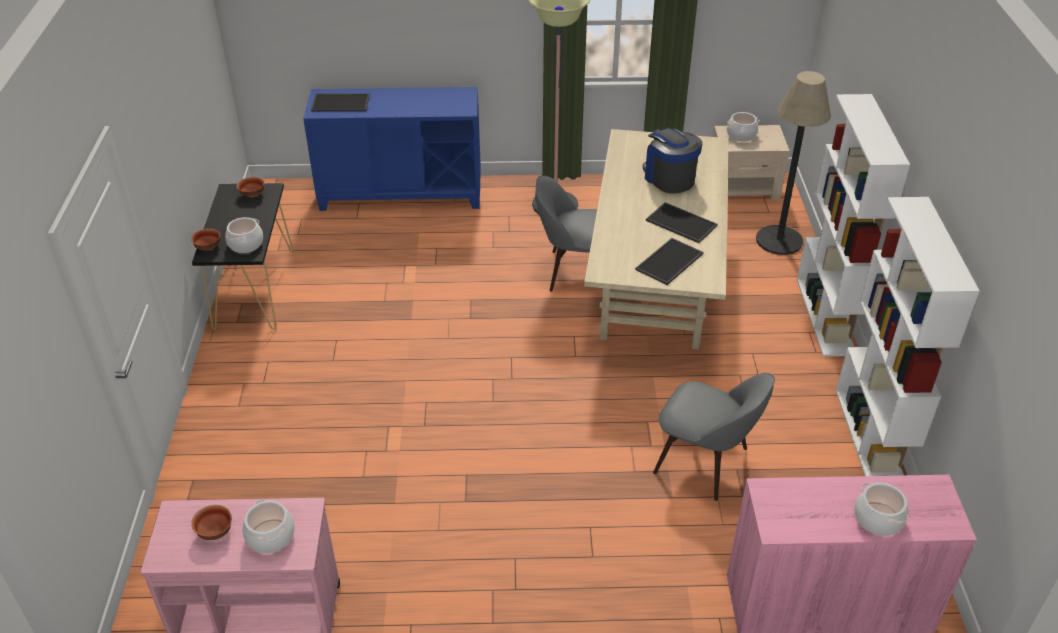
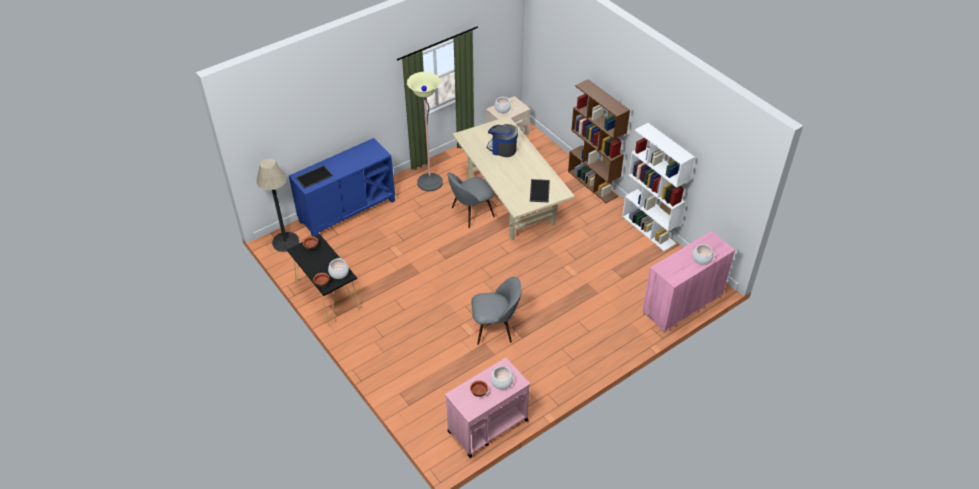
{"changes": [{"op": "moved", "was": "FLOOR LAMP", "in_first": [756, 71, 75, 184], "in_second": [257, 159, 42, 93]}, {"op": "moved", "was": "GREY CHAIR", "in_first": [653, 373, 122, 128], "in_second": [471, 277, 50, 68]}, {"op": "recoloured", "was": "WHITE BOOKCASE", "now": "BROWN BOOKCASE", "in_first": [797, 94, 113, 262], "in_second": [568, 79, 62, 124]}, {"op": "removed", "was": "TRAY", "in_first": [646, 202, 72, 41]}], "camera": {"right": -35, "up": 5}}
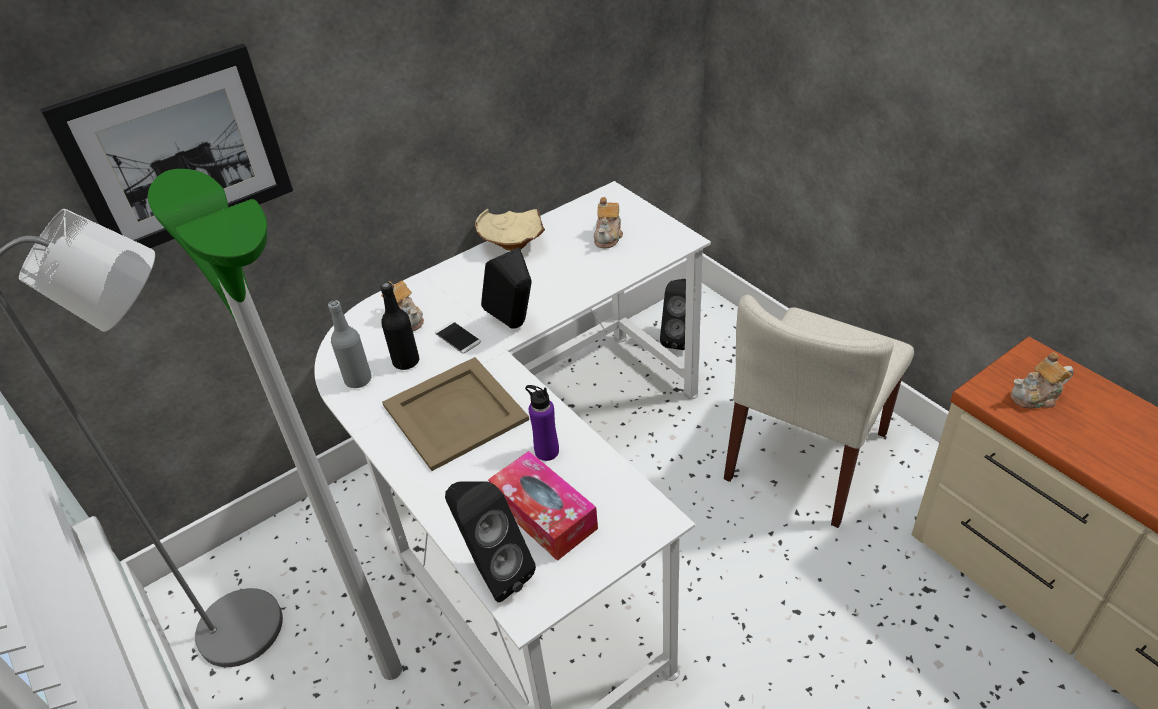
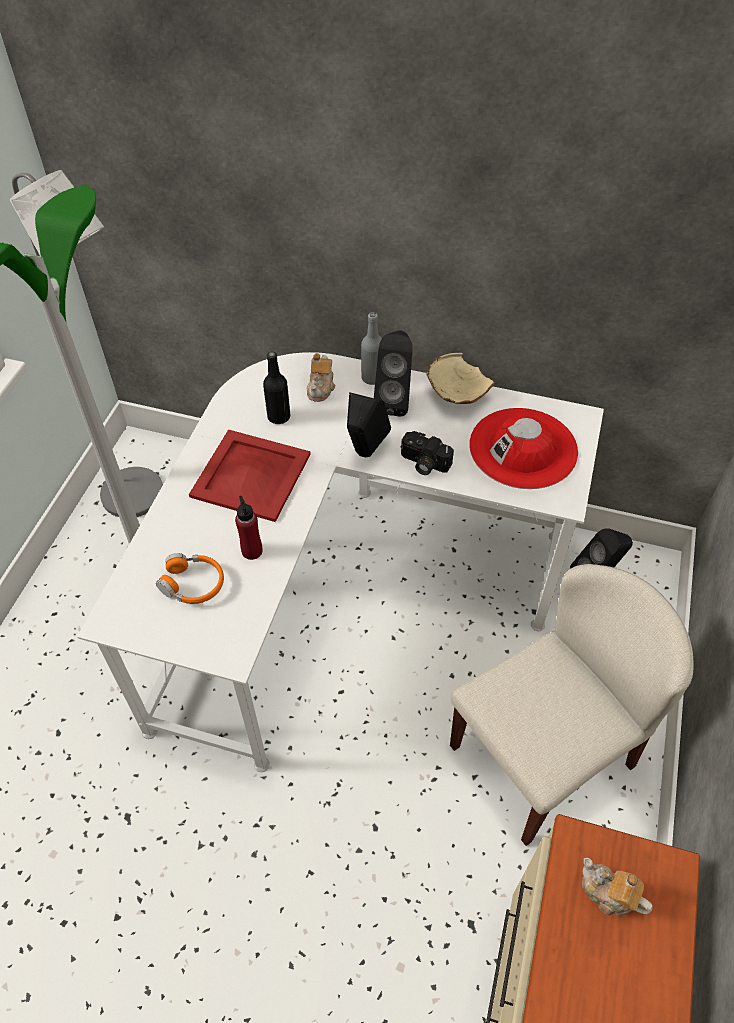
{"changes": [{"op": "replaced", "was": "TISSUE BOX", "now": "ORANGE HEADPHONES", "in_first": [488, 451, 110, 110], "in_second": [156, 553, 68, 51]}, {"op": "recoloured", "was": "BEIGE TRAY", "now": "RED TRAY", "in_first": [382, 357, 147, 114], "in_second": [189, 429, 122, 93]}, {"op": "recoloured", "was": "PURPLE BOTTLE", "now": "RED BOTTLE", "in_first": [525, 385, 34, 76], "in_second": [235, 496, 28, 64]}, {"op": "moved", "was": "GREY BOTTLE", "in_first": [328, 300, 44, 88], "in_second": [361, 312, 21, 73]}, {"op": "moved", "was": "BLACK SPEAKER", "in_first": [445, 481, 91, 121], "in_second": [374, 330, 39, 87]}, {"op": "added", "now": "PHOTO CAMERA", "in_second": [401, 431, 53, 44]}, {"op": "turned", "was": "BEIGE CHAIR", "in_first": [724, 295, 190, 233], "in_second": [450, 564, 244, 282], "clockwise": 150}, {"op": "replaced", "was": "TEAPOT", "now": "RED HAT", "in_first": [594, 197, 29, 51], "in_second": [469, 408, 109, 81]}, {"op": "removed", "was": "PICTURE", "in_first": [40, 44, 253, 204]}, {"op": "removed", "was": "PHONE", "in_first": [435, 321, 46, 33]}], "camera": {"right": 50, "up": 10}}
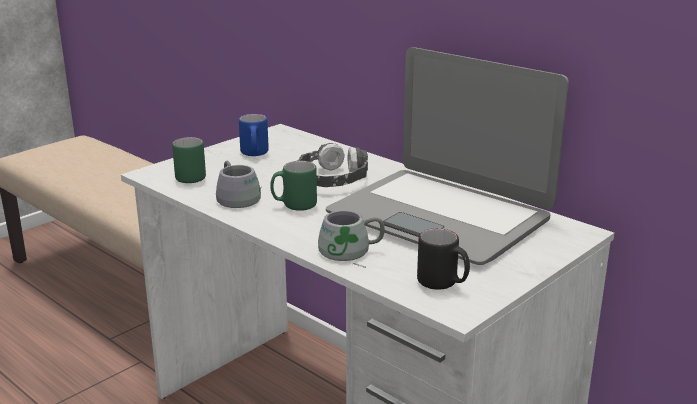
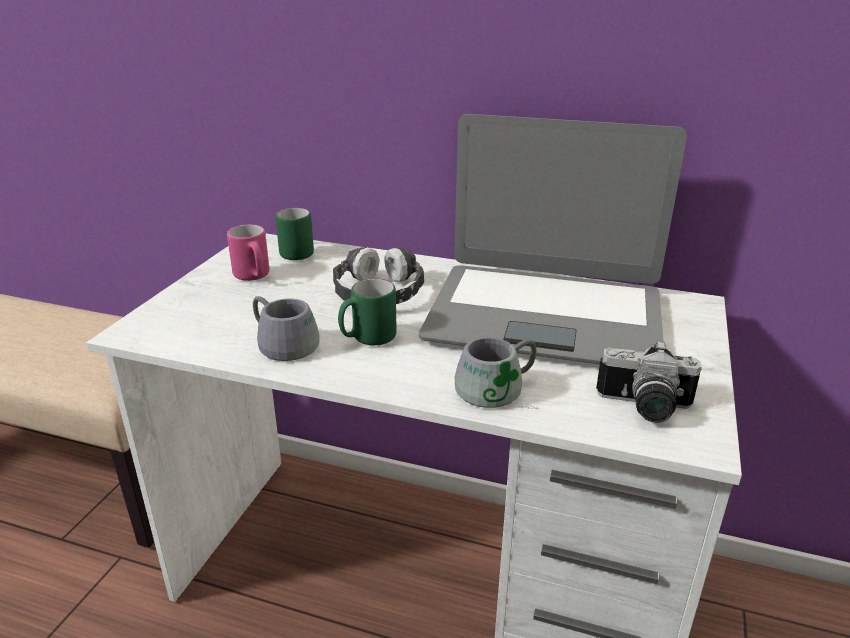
{"changes": [{"op": "recoloured", "was": "BLUE MUG", "now": "PINK MUG", "in_first": [239, 114, 30, 42], "in_second": [227, 225, 43, 56]}, {"op": "moved", "was": "GREEN MUG", "in_first": [172, 137, 34, 46], "in_second": [275, 208, 39, 52]}, {"op": "replaced", "was": "BLACK MUG", "now": "PHOTO CAMERA", "in_first": [417, 228, 53, 62], "in_second": [596, 340, 106, 83]}], "camera": {"right": -25, "up": 5}}
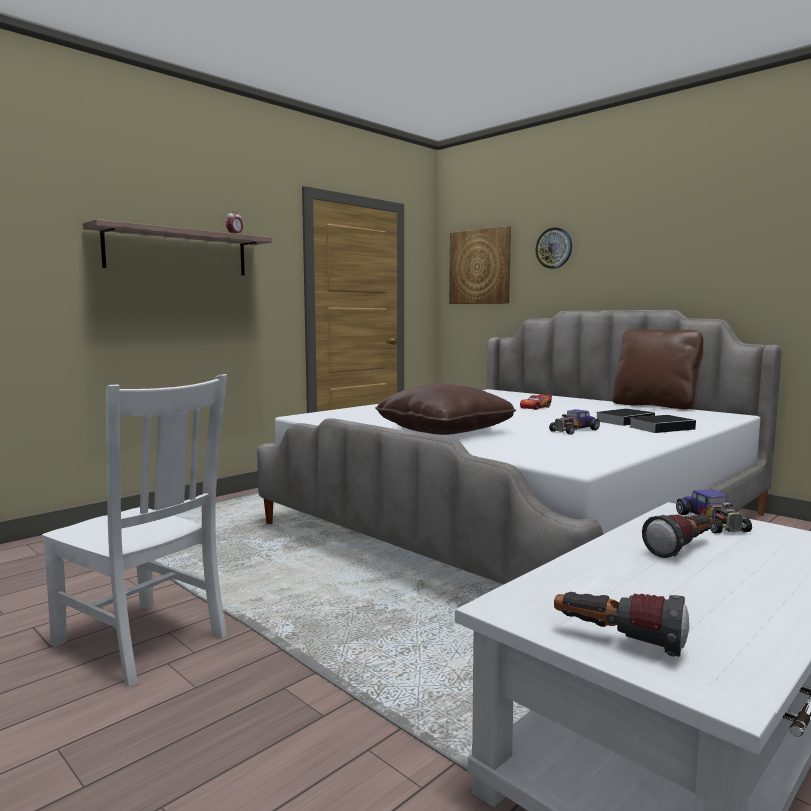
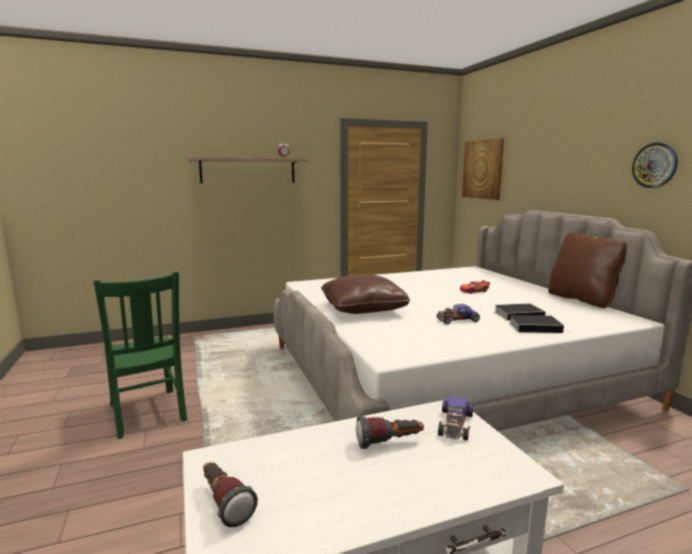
{"changes": [{"op": "recoloured", "was": "WHITE CHAIR", "now": "GREEN CHAIR", "in_first": [42, 374, 185, 313], "in_second": [94, 271, 93, 168]}, {"op": "moved", "was": "WALL CLOCK", "in_first": [535, 227, 37, 42], "in_second": [632, 142, 46, 46]}], "camera": {"right": 25, "up": 5}}
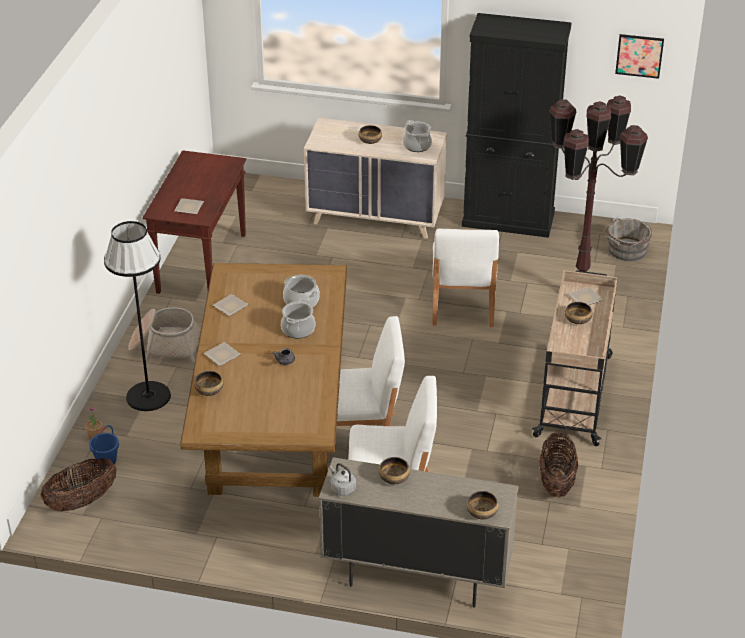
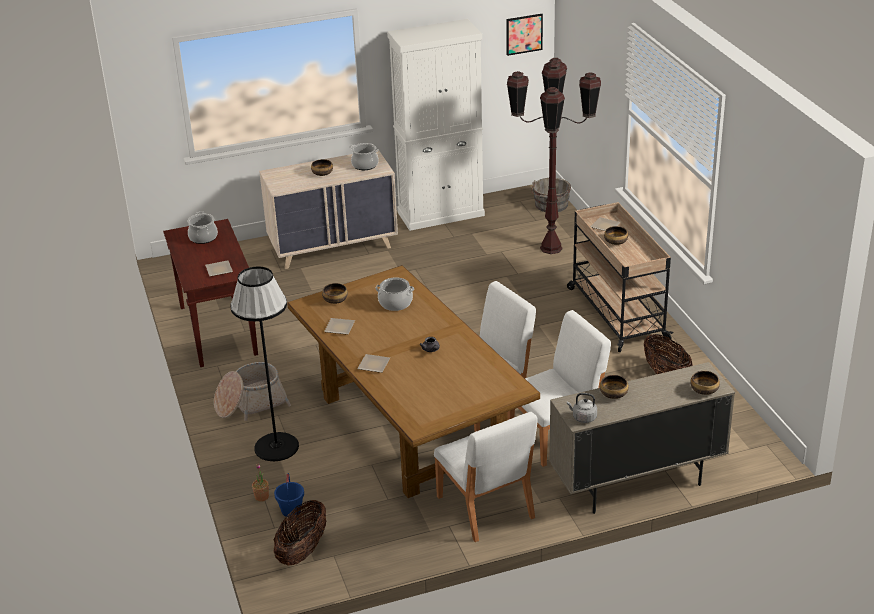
{"changes": [{"op": "moved", "was": "COOKING POT", "in_first": [281, 299, 35, 39], "in_second": [188, 211, 30, 33]}, {"op": "moved", "was": "BOWL", "in_first": [194, 371, 29, 25], "in_second": [322, 283, 26, 21]}, {"op": "recoloured", "was": "BLACK CABINET", "now": "WHITE CABINET", "in_first": [462, 13, 109, 225], "in_second": [387, 19, 98, 212]}, {"op": "moved", "was": "WHITE CHAIR", "in_first": [432, 229, 67, 98], "in_second": [434, 412, 104, 130]}], "camera": {"right": -30, "up": -5}}
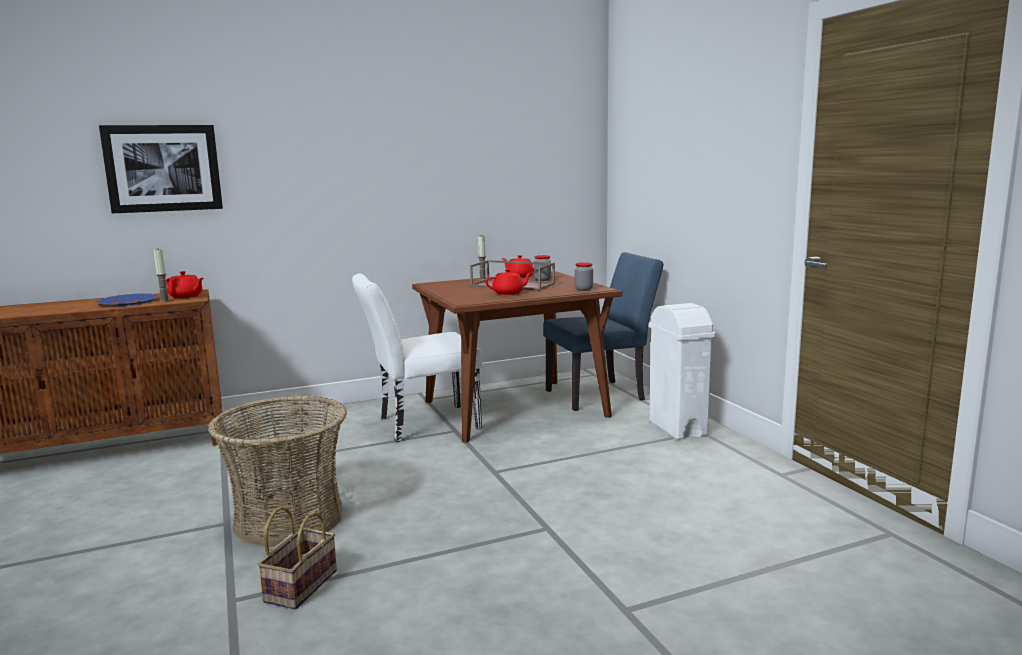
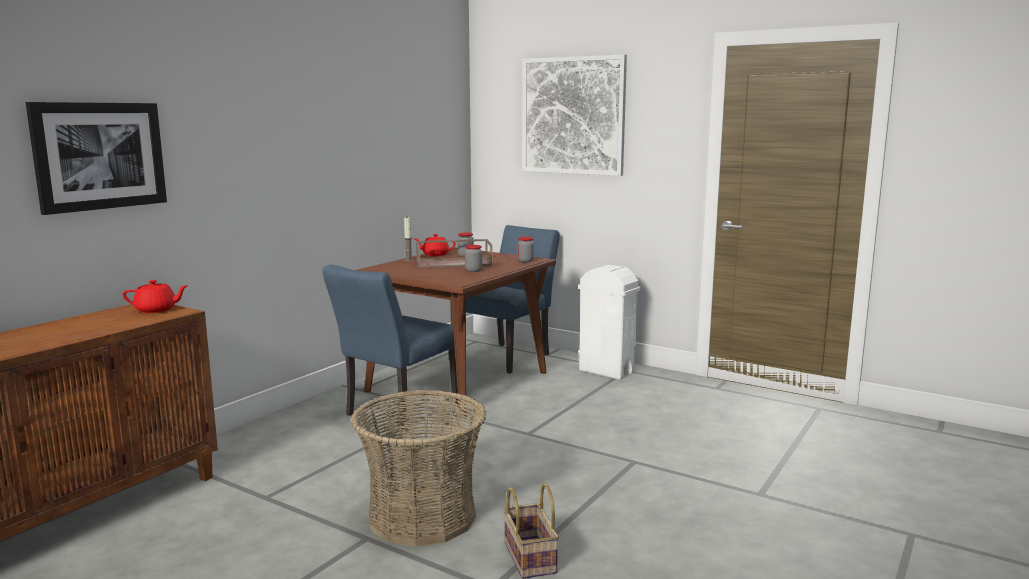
{"changes": [{"op": "recoloured", "was": "WHITE CHAIR", "now": "BLUE CHAIR", "in_first": [352, 274, 130, 168], "in_second": [322, 265, 137, 165]}, {"op": "replaced", "was": "RED TEAPOT", "now": "JAR", "in_first": [485, 269, 48, 26], "in_second": [465, 245, 17, 27]}, {"op": "added", "now": "PICTURE", "in_second": [522, 54, 105, 122]}, {"op": "removed", "was": "BLUE PLATE", "in_first": [95, 293, 64, 14]}, {"op": "removed", "was": "CANDLE", "in_first": [153, 249, 17, 53]}], "camera": {"right": -35, "up": 0}}
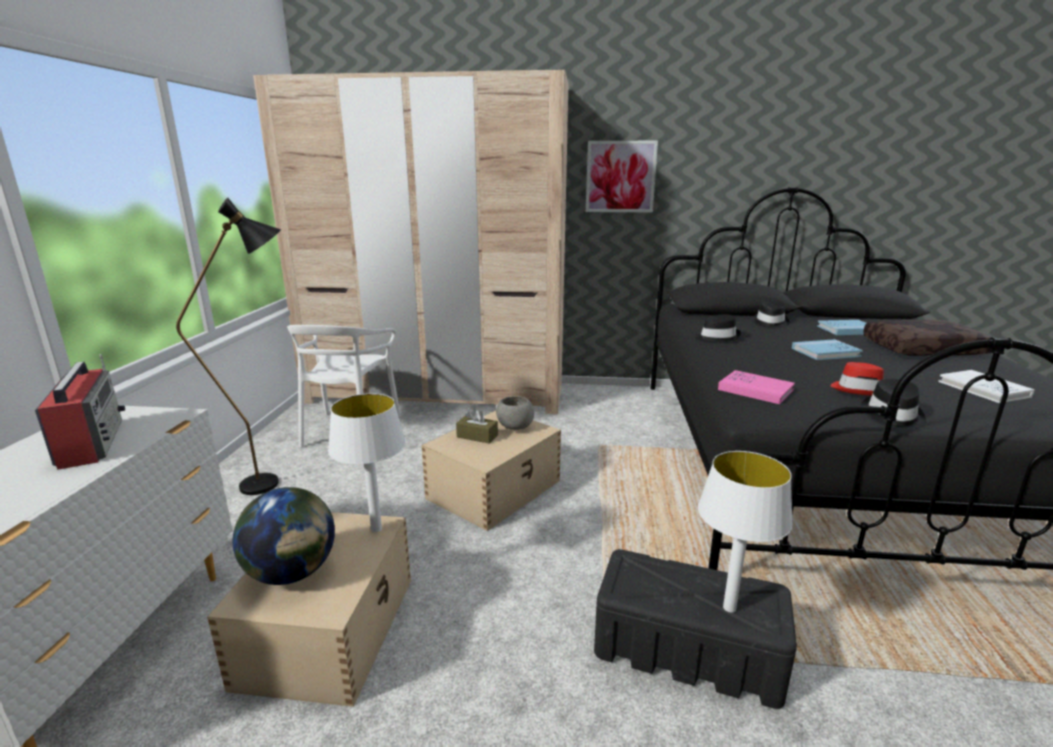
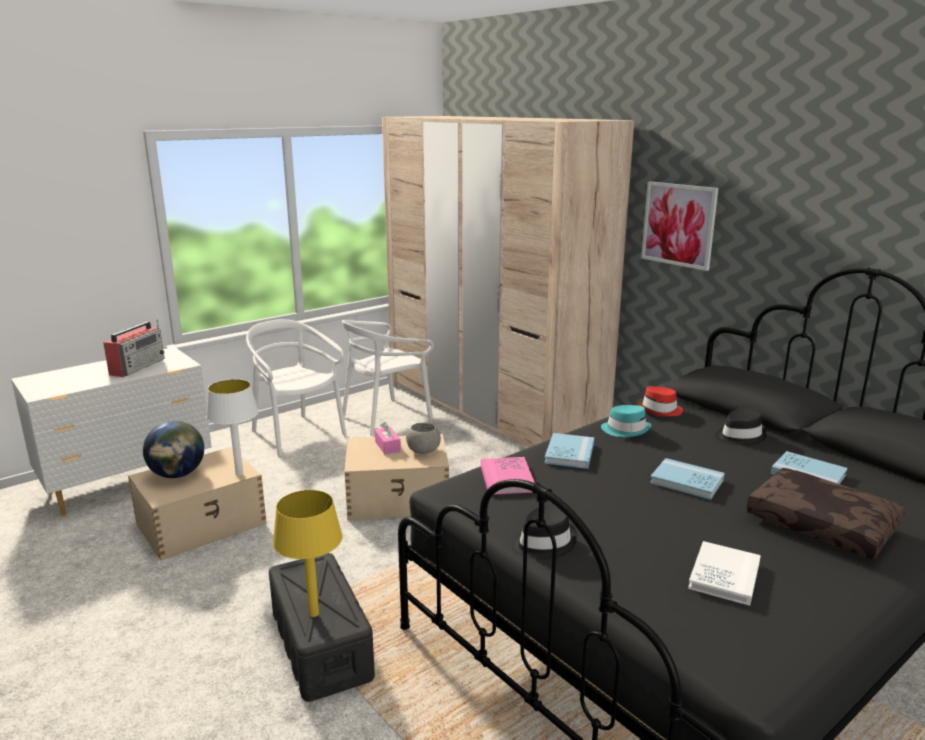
{"changes": [{"op": "replaced", "was": "BLACK FLOOR LAMP", "now": "WHITE CHAIR", "in_first": [176, 198, 105, 297], "in_second": [246, 319, 100, 138]}, {"op": "recoloured", "was": "WHITE TABLE LAMP", "now": "YELLOW TABLE LAMP", "in_first": [698, 451, 95, 161], "in_second": [273, 490, 70, 127]}, {"op": "recoloured", "was": "BROWN TISSUE BOX", "now": "PINK TISSUE BOX", "in_first": [456, 408, 42, 36], "in_second": [375, 422, 26, 33]}, {"op": "added", "now": "BLUE BOOK", "in_second": [544, 433, 50, 36]}, {"op": "recoloured", "was": "BLACK HAT", "now": "TURQUOISE HAT", "in_first": [695, 314, 46, 29], "in_second": [601, 405, 50, 32]}, {"op": "moved", "was": "RED HAT", "in_first": [831, 362, 53, 34], "in_second": [638, 386, 45, 31]}], "camera": {"right": 45, "up": 0}}
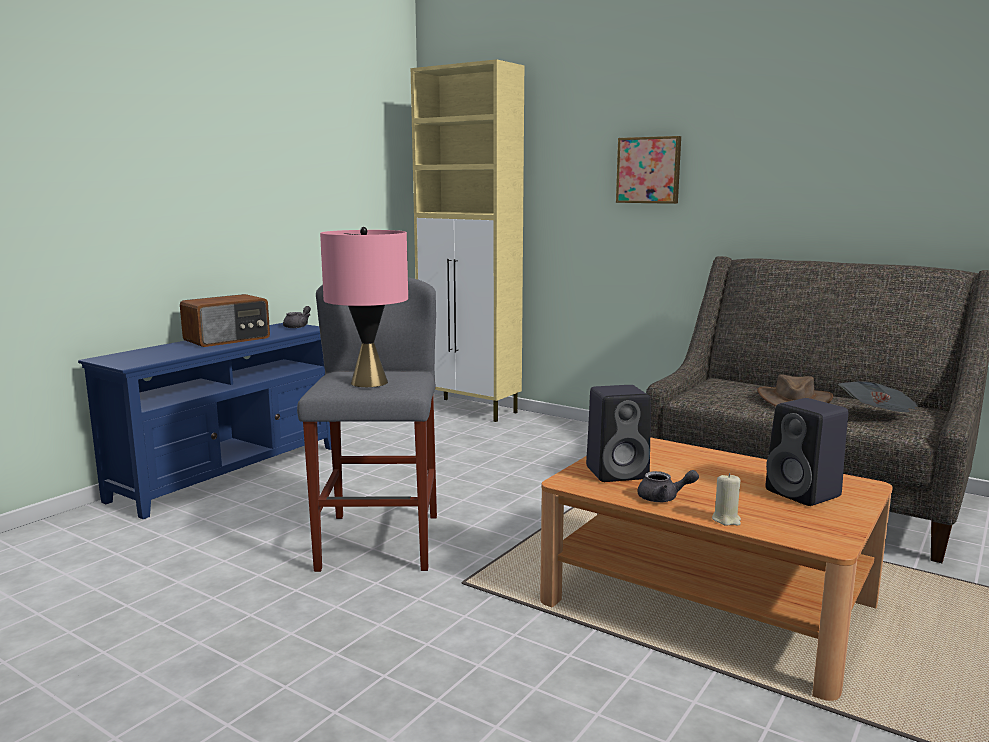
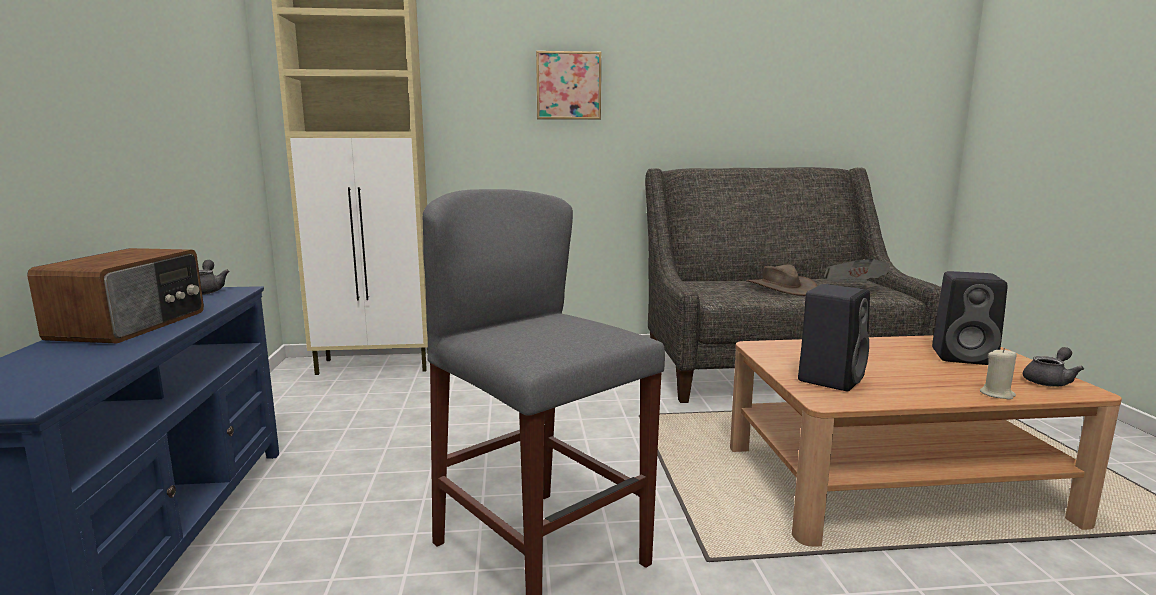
{"changes": [{"op": "moved", "was": "GREY TEAPOT", "in_first": [638, 470, 61, 32], "in_second": [1023, 347, 61, 39]}, {"op": "removed", "was": "PINK TABLE LAMP", "in_first": [320, 227, 88, 160]}], "camera": {"right": -40, "up": 0}}
